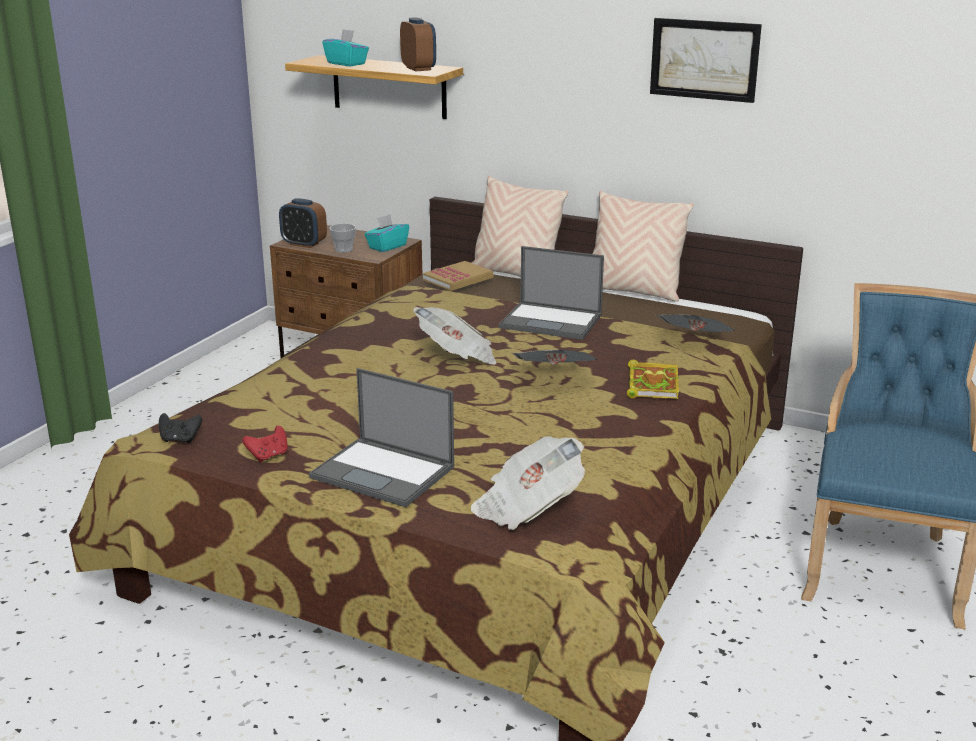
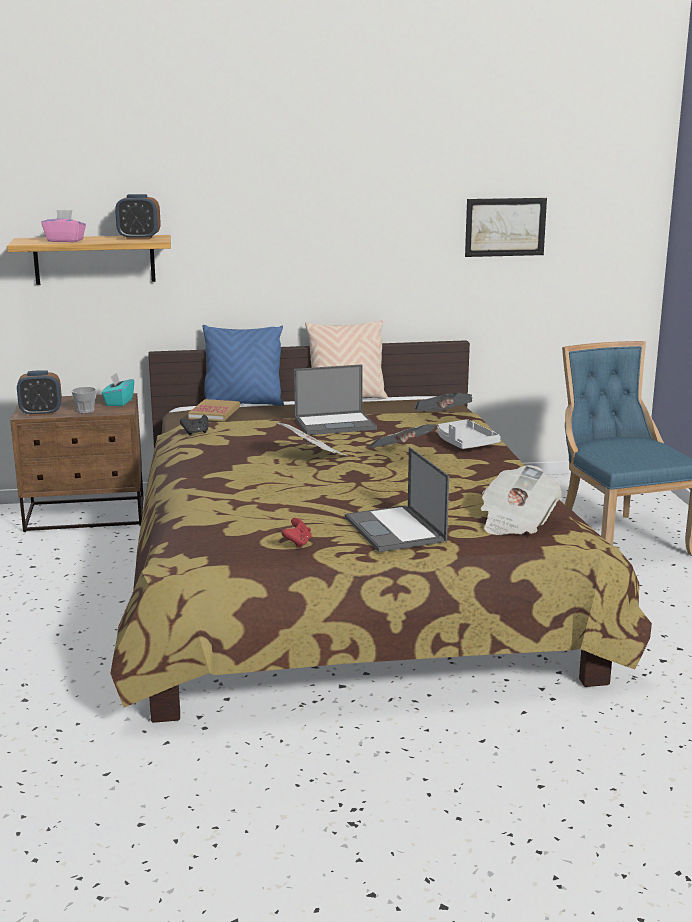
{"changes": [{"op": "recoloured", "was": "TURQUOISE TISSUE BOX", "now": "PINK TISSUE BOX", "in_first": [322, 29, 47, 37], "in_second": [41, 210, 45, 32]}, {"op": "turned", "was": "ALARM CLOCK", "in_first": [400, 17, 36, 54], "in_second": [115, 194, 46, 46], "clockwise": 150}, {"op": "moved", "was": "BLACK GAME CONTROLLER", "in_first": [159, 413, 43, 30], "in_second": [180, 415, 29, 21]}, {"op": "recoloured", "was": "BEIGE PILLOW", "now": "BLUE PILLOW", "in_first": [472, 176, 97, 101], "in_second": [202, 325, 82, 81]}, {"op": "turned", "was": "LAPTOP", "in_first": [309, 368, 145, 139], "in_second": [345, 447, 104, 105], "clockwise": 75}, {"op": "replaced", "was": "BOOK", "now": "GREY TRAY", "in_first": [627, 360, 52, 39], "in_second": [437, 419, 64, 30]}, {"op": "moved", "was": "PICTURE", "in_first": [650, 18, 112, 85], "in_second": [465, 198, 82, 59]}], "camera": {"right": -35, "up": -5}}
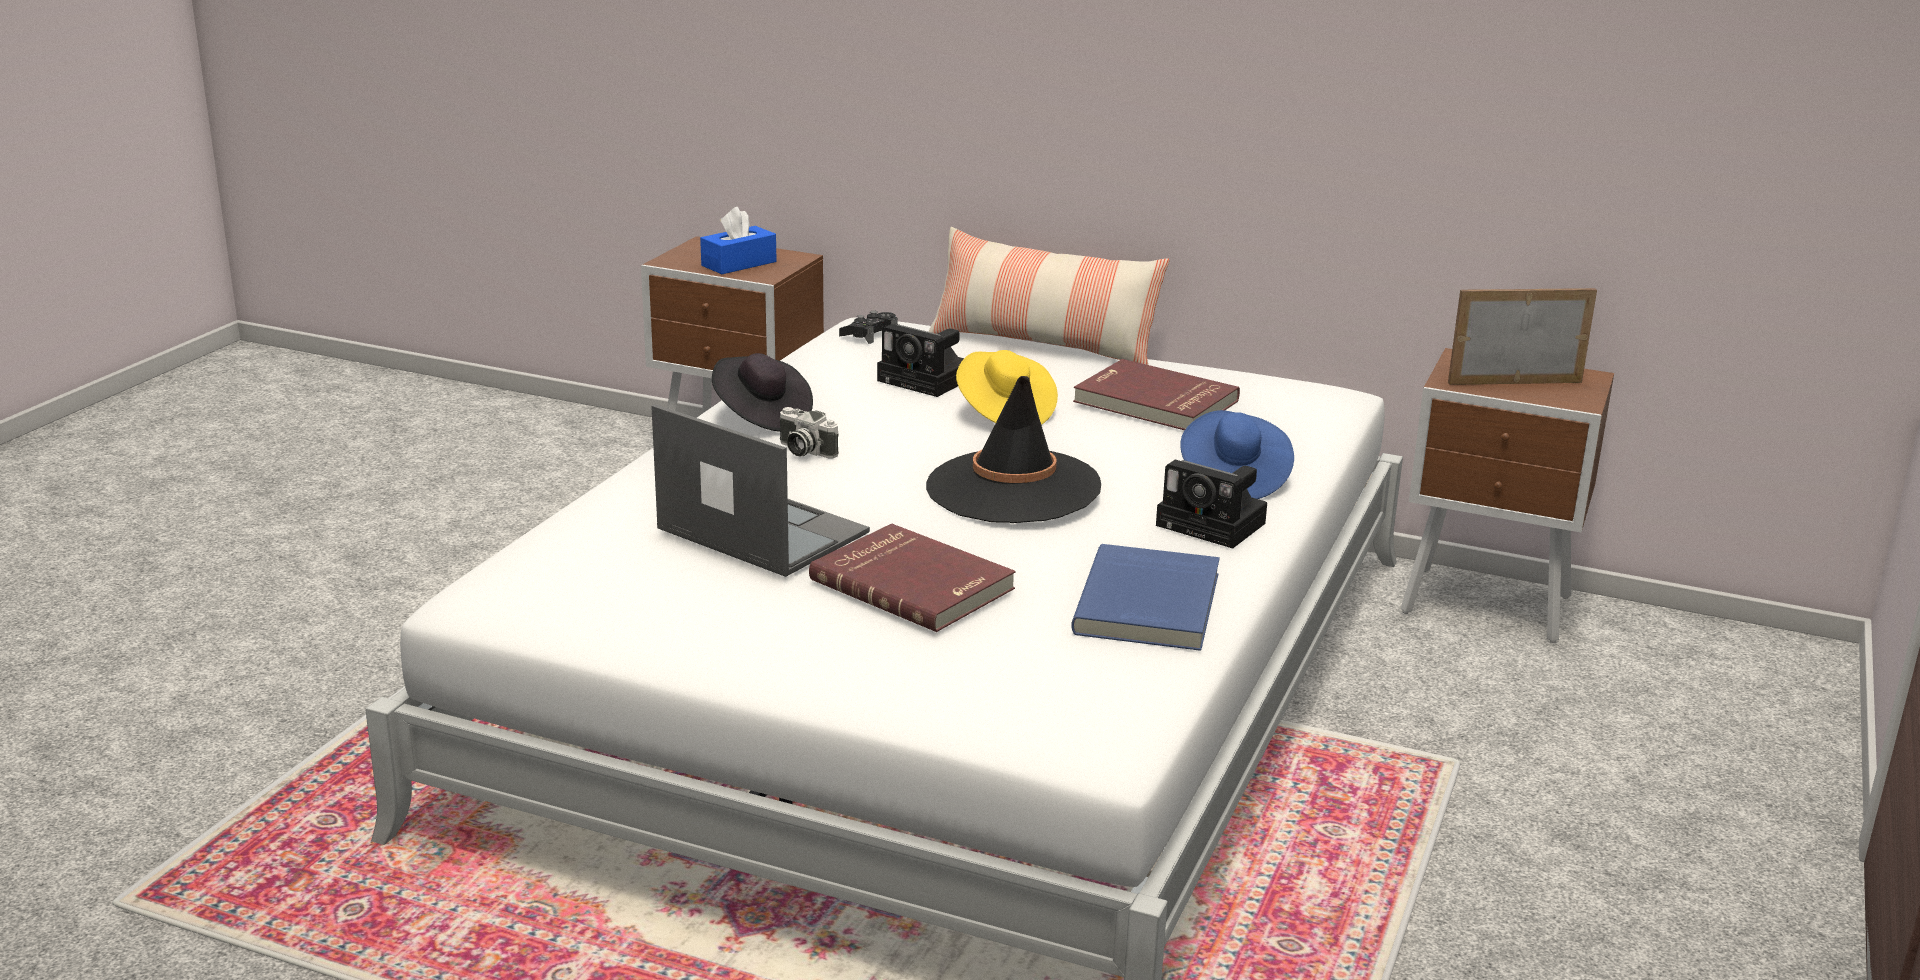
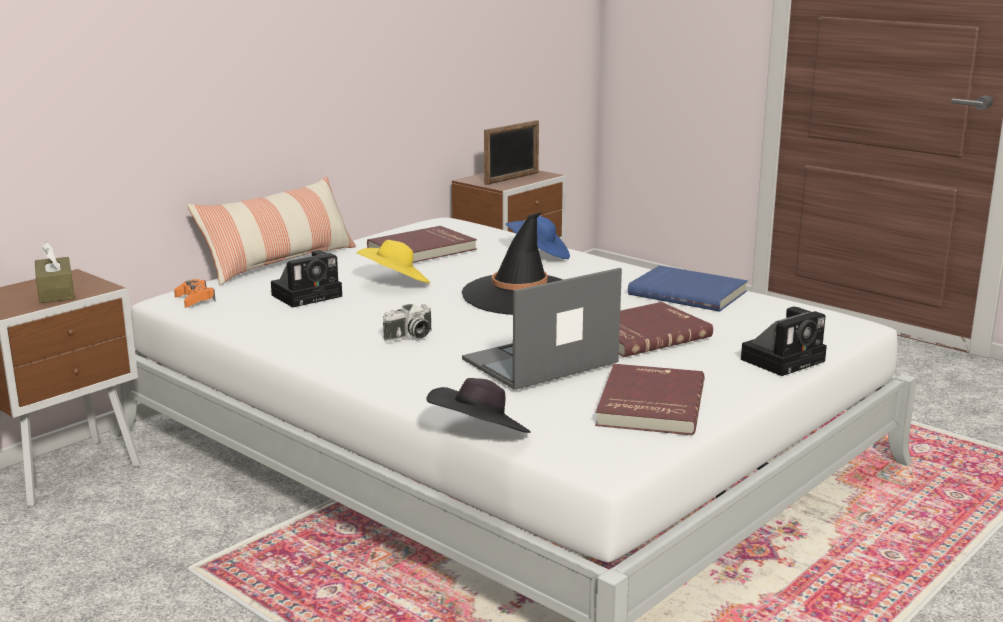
{"changes": [{"op": "recoloured", "was": "BLUE TISSUE BOX", "now": "BROWN TISSUE BOX", "in_first": [700, 207, 77, 67], "in_second": [35, 242, 40, 61]}, {"op": "recoloured", "was": "BLACK GAME CONTROLLER", "now": "ORANGE GAME CONTROLLER", "in_first": [839, 310, 59, 34], "in_second": [174, 279, 42, 29]}, {"op": "moved", "was": "BLACK HAT", "in_first": [712, 353, 101, 79], "in_second": [426, 378, 105, 55]}, {"op": "turned", "was": "PICTURE FRAME", "in_first": [1448, 288, 149, 97], "in_second": [484, 120, 55, 65], "clockwise": -150}, {"op": "added", "now": "RED BOOK", "in_second": [595, 364, 110, 71]}, {"op": "moved", "was": "PHOTO CAMERA", "in_first": [1156, 460, 111, 88], "in_second": [741, 307, 86, 69]}], "camera": {"right": -70, "up": -5}}
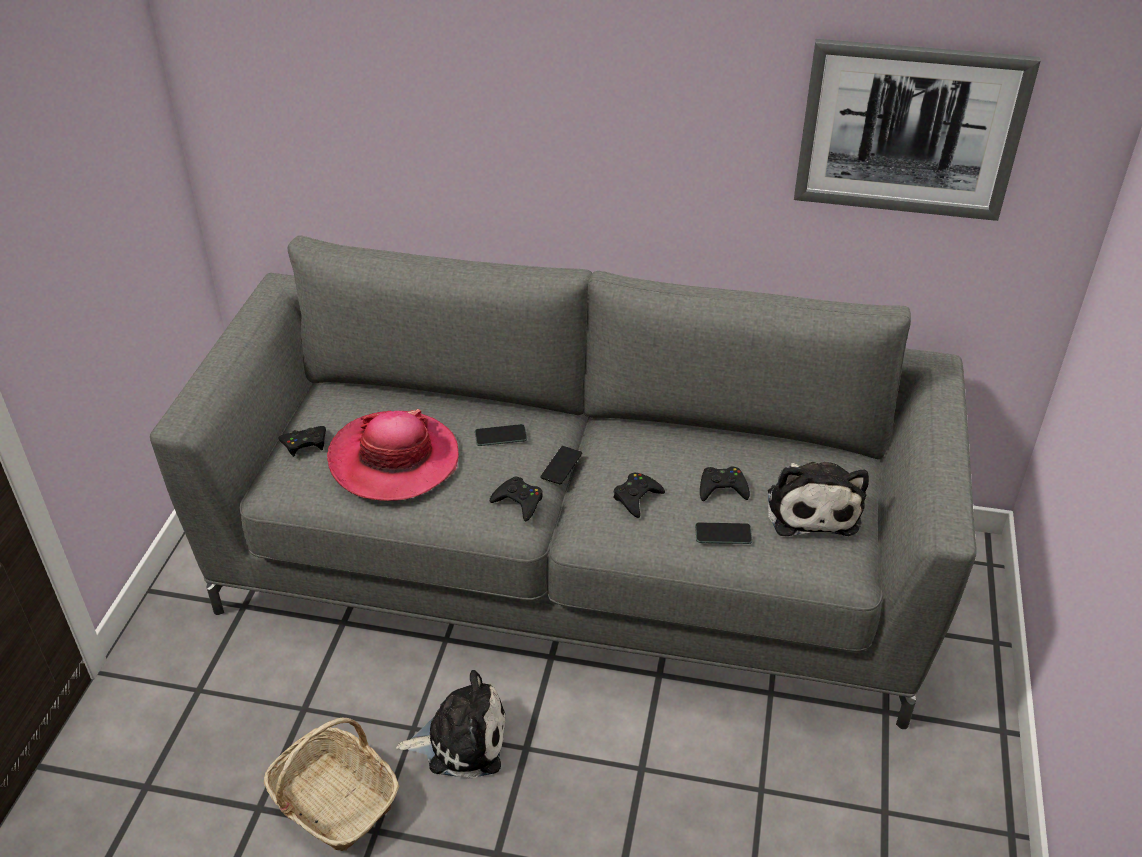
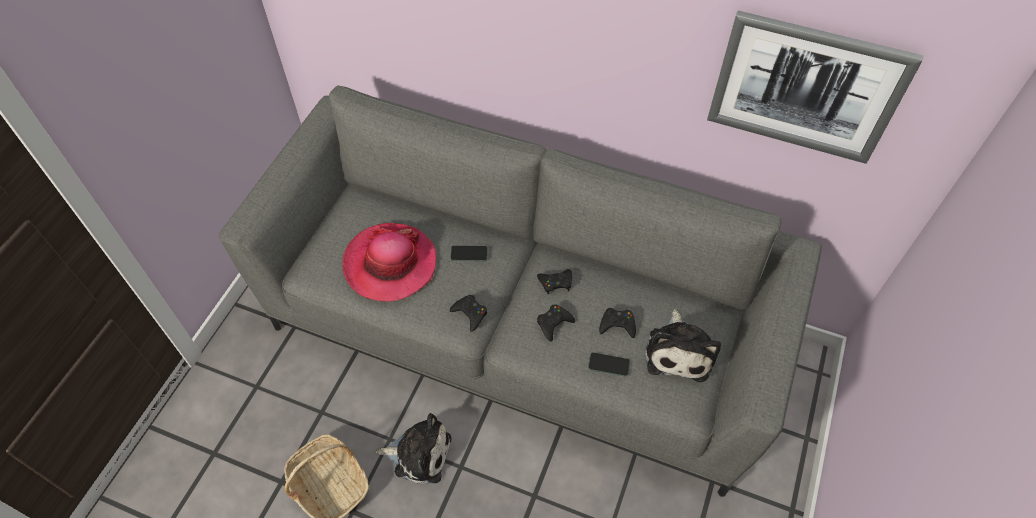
{"changes": [{"op": "moved", "was": "BLACK GAME CONTROLLER", "in_first": [278, 426, 48, 31], "in_second": [537, 269, 35, 25]}, {"op": "removed", "was": "PHONE", "in_first": [540, 446, 42, 38]}], "camera": {"right": 10, "up": 15}}
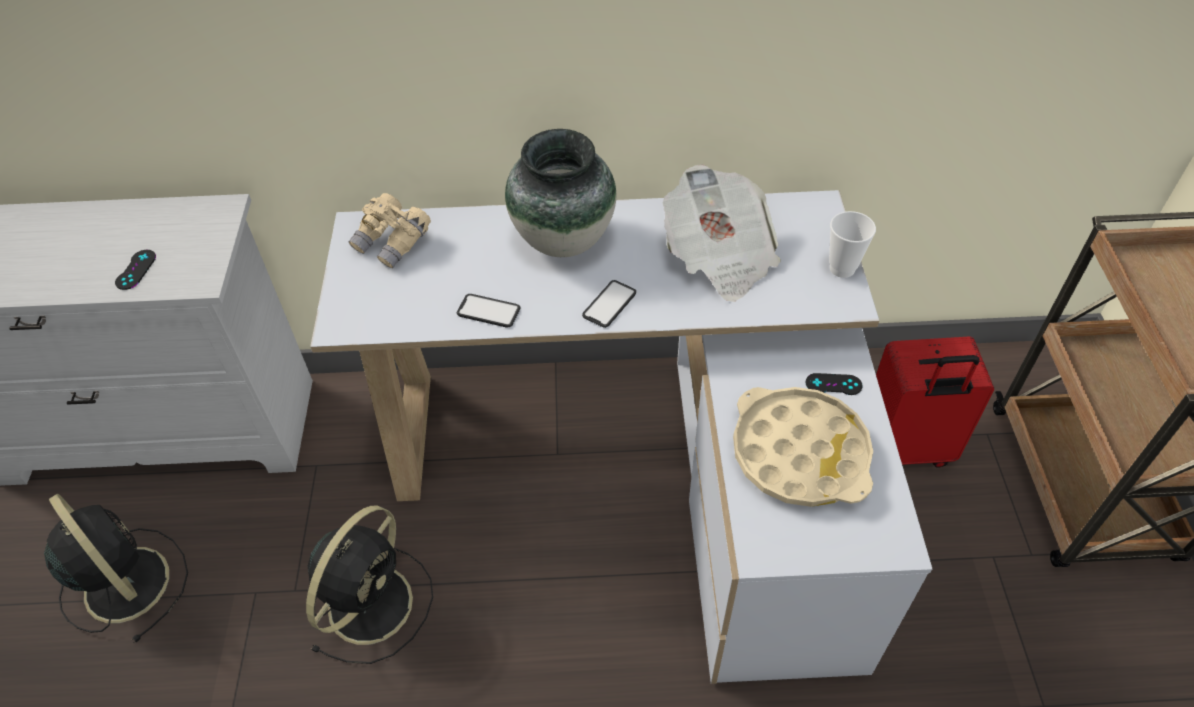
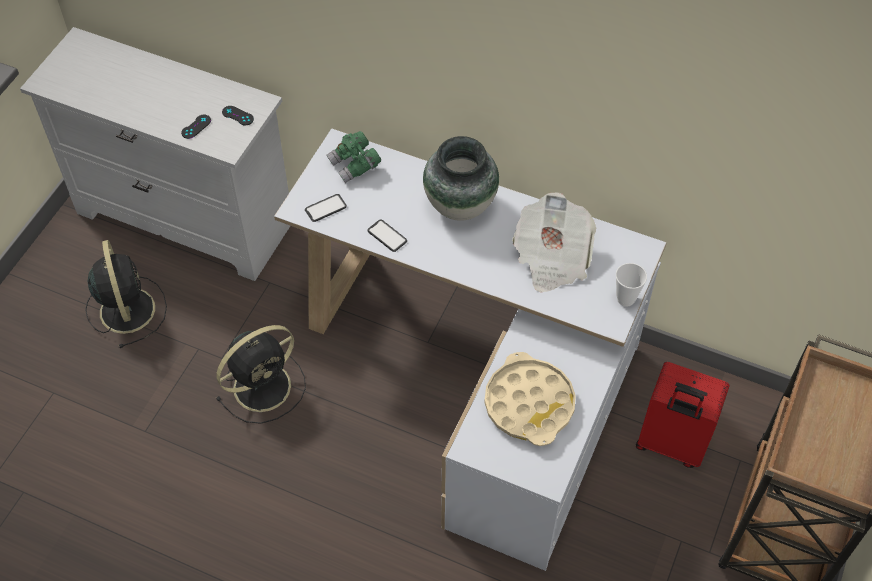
{"changes": [{"op": "moved", "was": "BLACK GAME CONTROLLER", "in_first": [806, 373, 57, 22], "in_second": [222, 106, 32, 20]}, {"op": "moved", "was": "PHONE", "in_first": [582, 280, 54, 48], "in_second": [305, 194, 42, 28]}, {"op": "recoloured", "was": "BEIGE BINOCULARS", "now": "GREEN BINOCULARS", "in_first": [349, 193, 82, 75], "in_second": [326, 131, 55, 52]}], "camera": {"right": 25, "up": 5}}
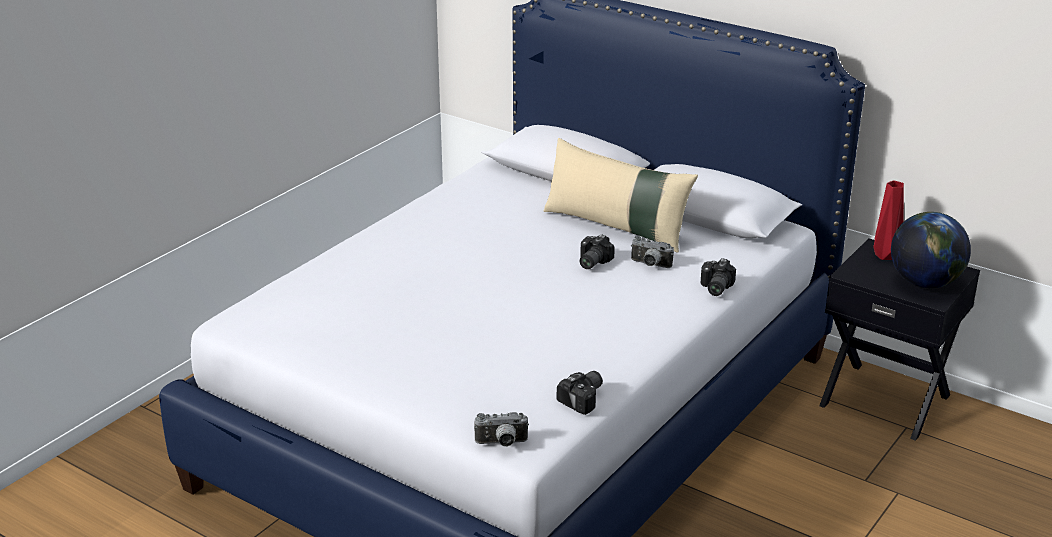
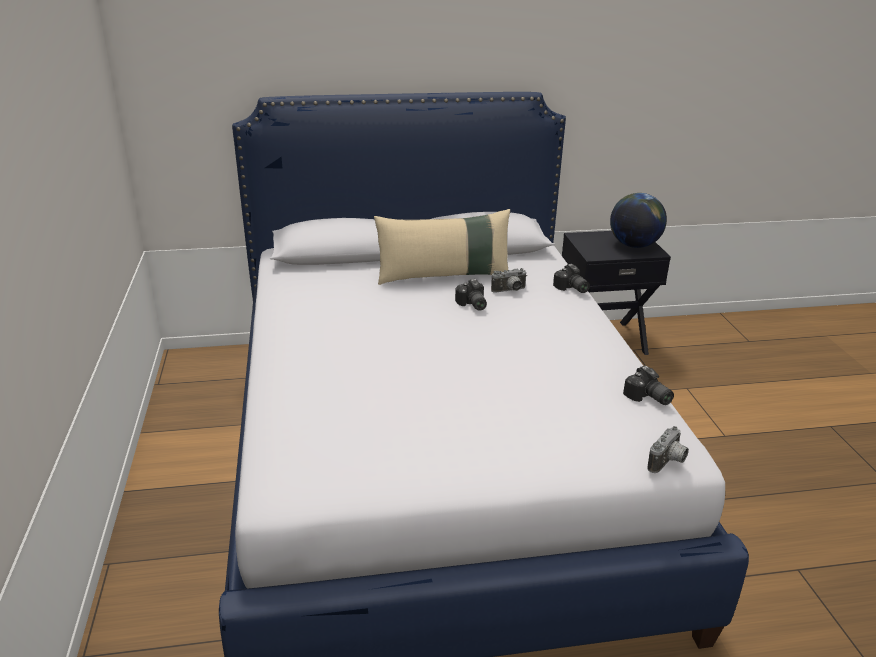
{"changes": [{"op": "turned", "was": "PHOTO CAMERA", "in_first": [557, 371, 46, 44], "in_second": [623, 366, 51, 39], "clockwise": 150}, {"op": "removed", "was": "RED VASE", "in_first": [873, 180, 31, 80]}], "camera": {"right": -45, "up": 0}}
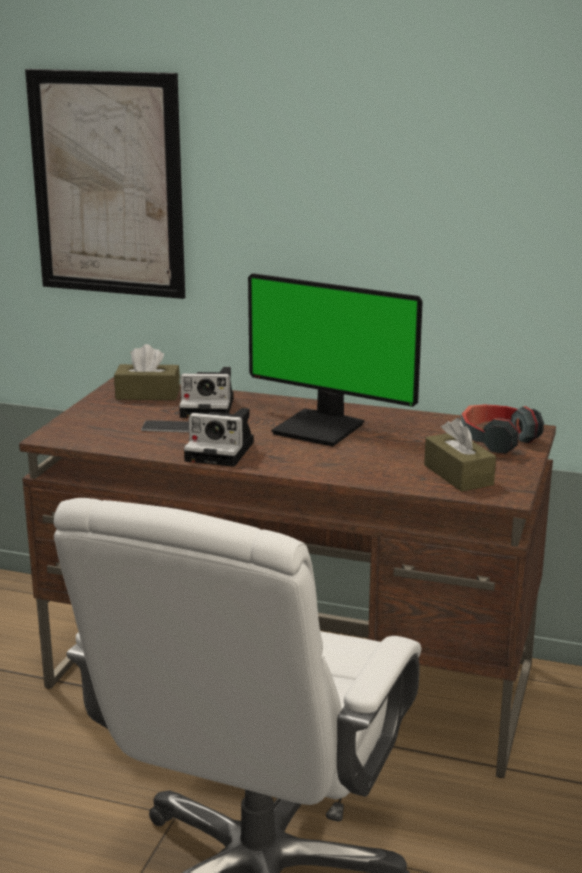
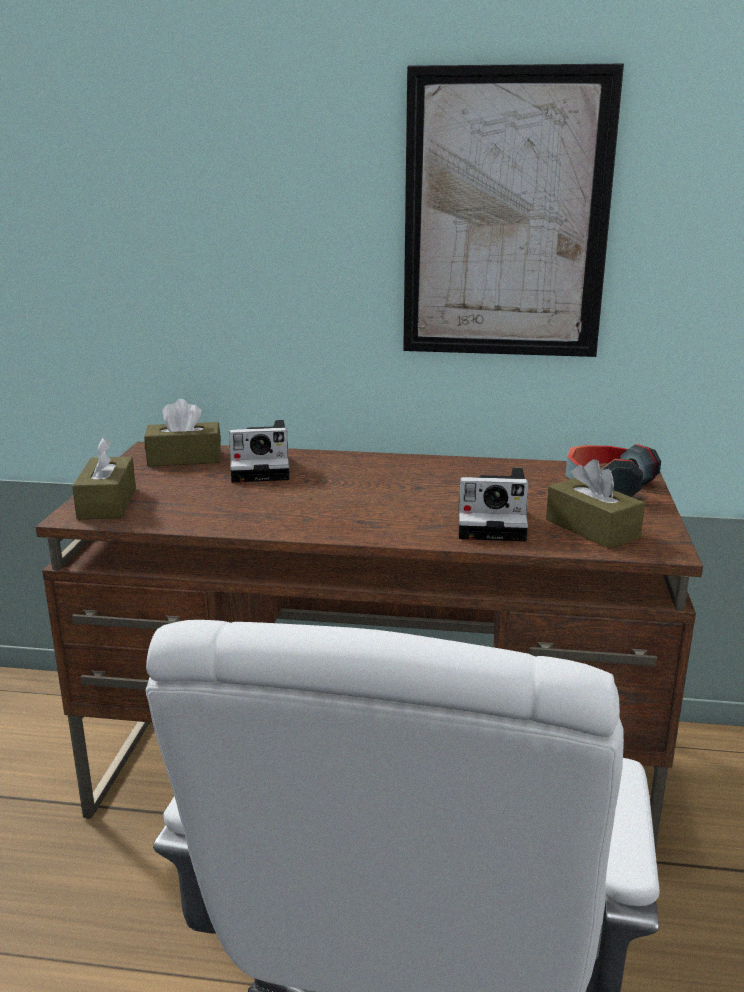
{"changes": [{"op": "added", "now": "BROWN TISSUE BOX", "in_second": [72, 437, 64, 83]}, {"op": "moved", "was": "PICTURE", "in_first": [25, 69, 160, 230], "in_second": [403, 64, 221, 293]}, {"op": "moved", "was": "PHOTO CAMERA", "in_first": [184, 408, 70, 59], "in_second": [459, 468, 70, 73]}, {"op": "removed", "was": "PHONE", "in_first": [141, 420, 48, 12]}, {"op": "removed", "was": "MONITOR", "in_first": [248, 273, 175, 174]}], "camera": {"right": -10, "up": 0}}
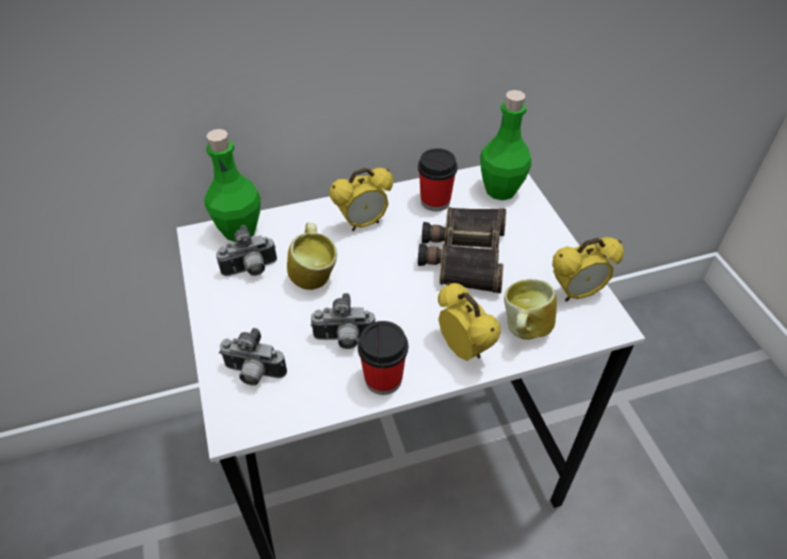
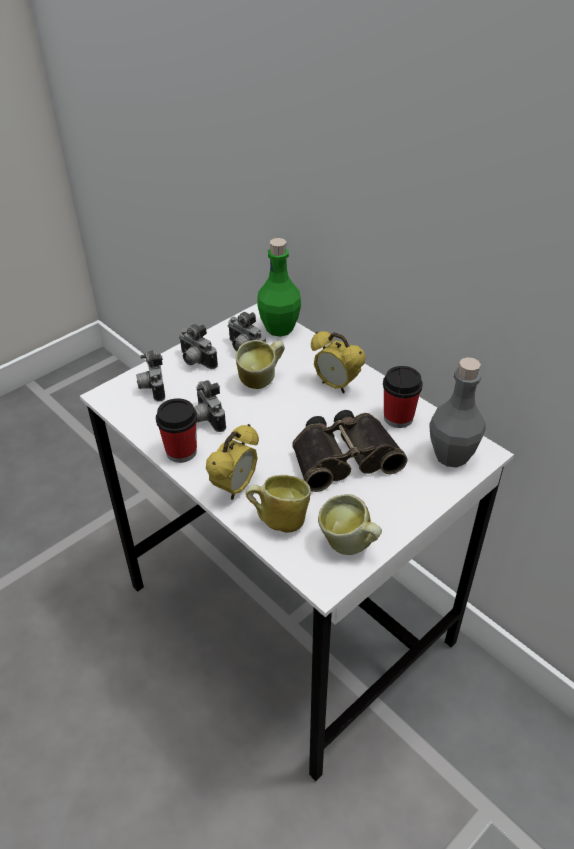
{"changes": [{"op": "added", "now": "PHOTO CAMERA", "in_second": [179, 324, 39, 45]}, {"op": "replaced", "was": "ALARM CLOCK", "now": "MUG", "in_first": [552, 237, 72, 64], "in_second": [318, 494, 64, 61]}, {"op": "recoloured", "was": "GREEN BOTTLE", "now": "GREY BOTTLE", "in_first": [480, 90, 51, 110], "in_second": [429, 357, 57, 110]}], "camera": {"right": 65, "up": -5}}
